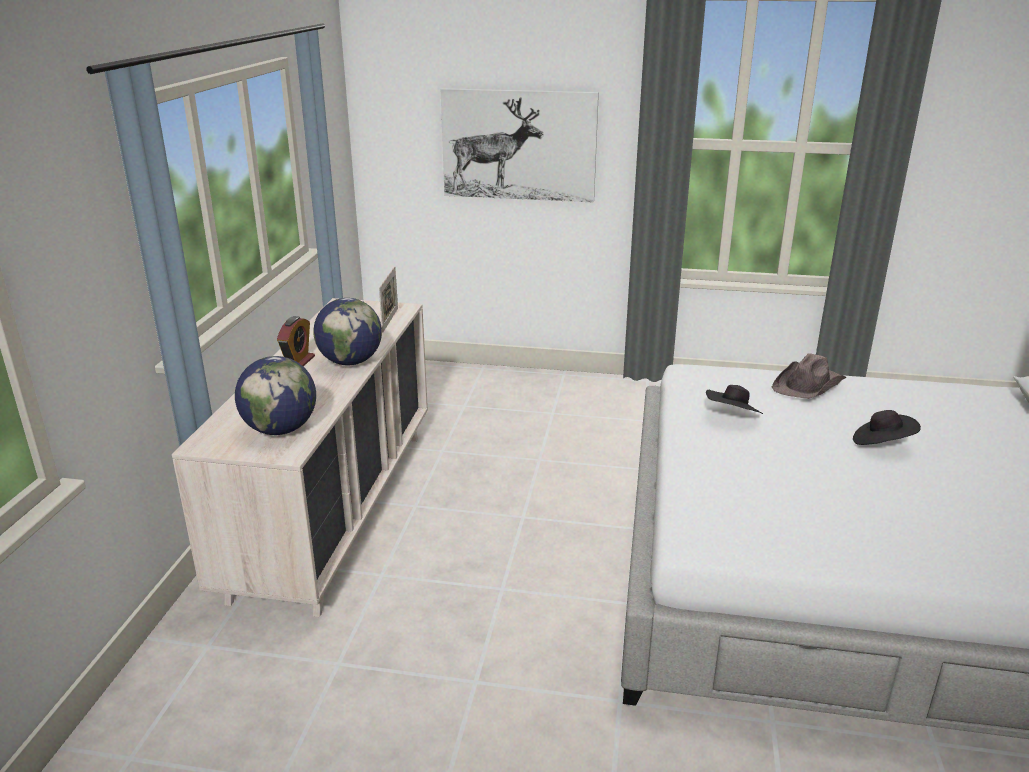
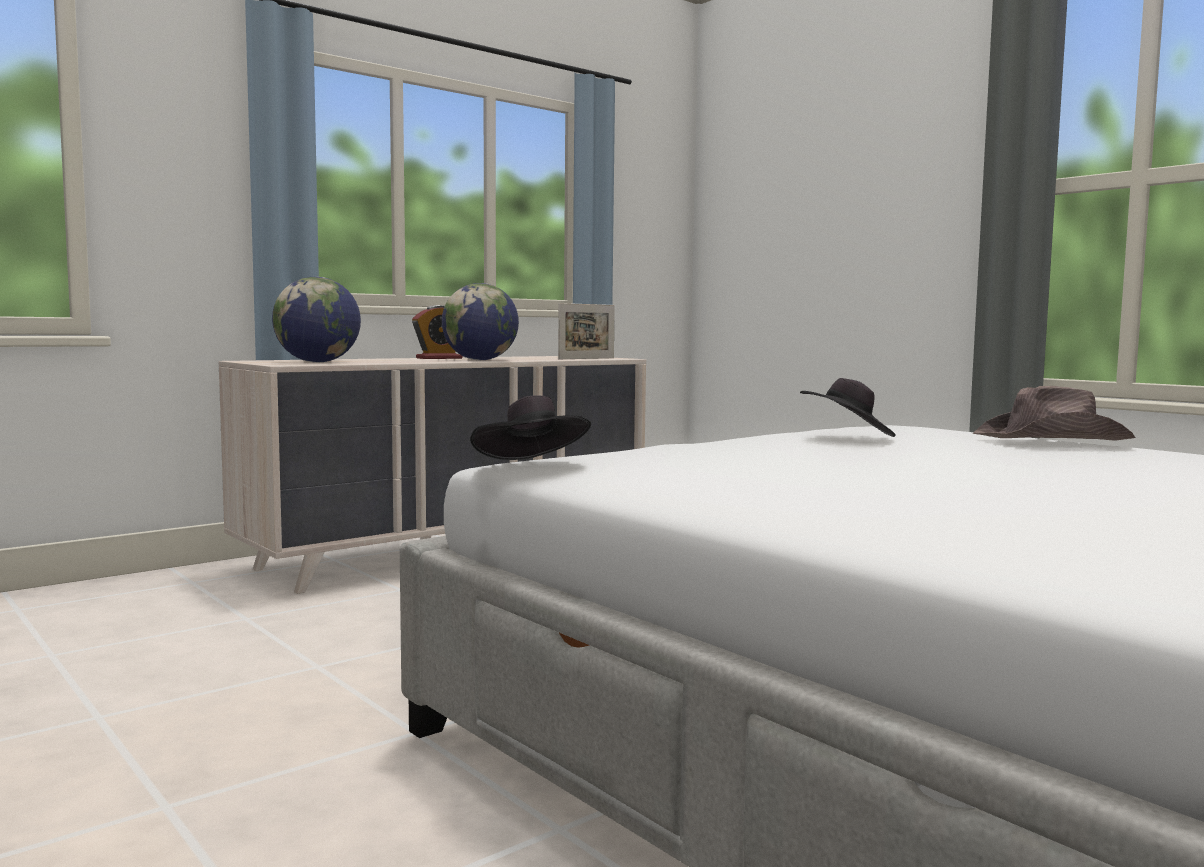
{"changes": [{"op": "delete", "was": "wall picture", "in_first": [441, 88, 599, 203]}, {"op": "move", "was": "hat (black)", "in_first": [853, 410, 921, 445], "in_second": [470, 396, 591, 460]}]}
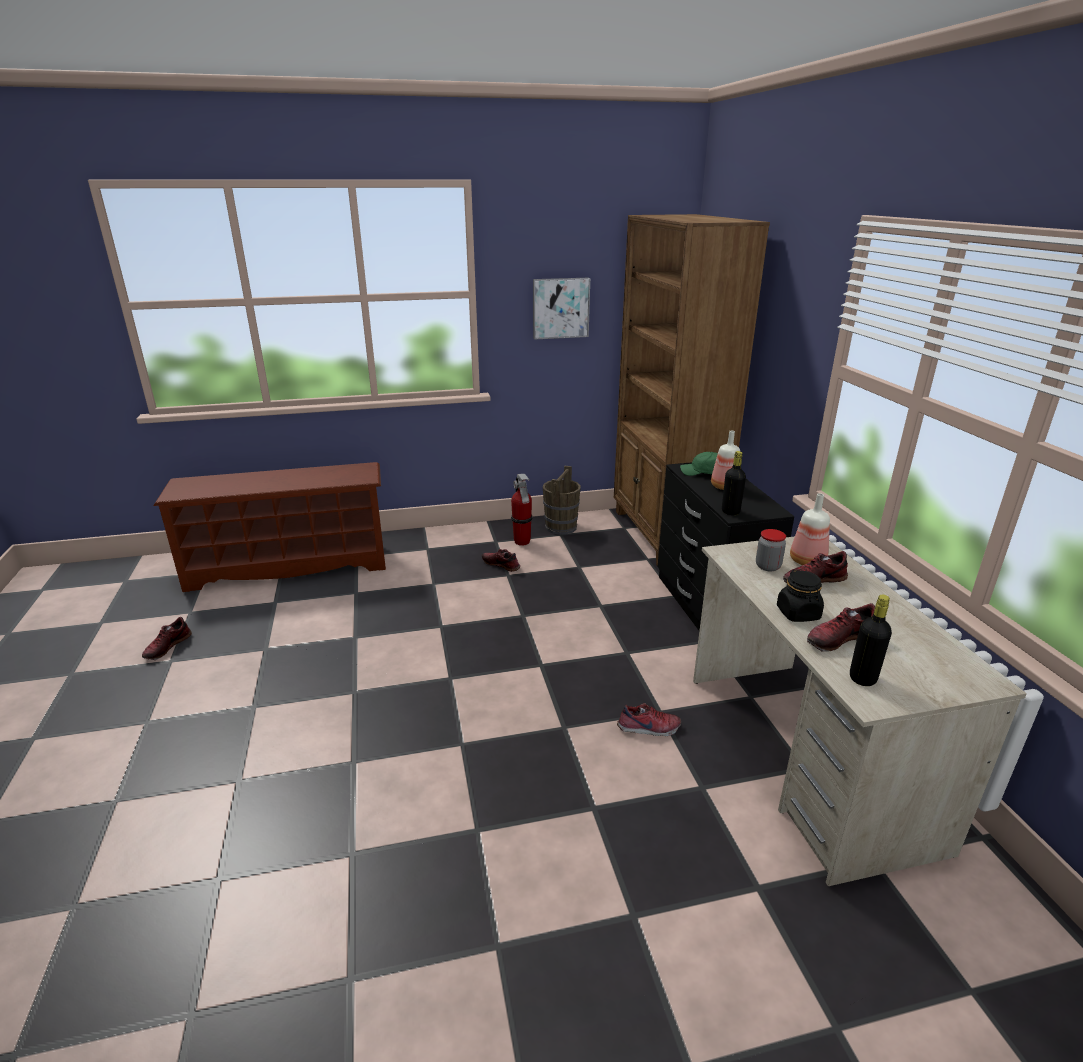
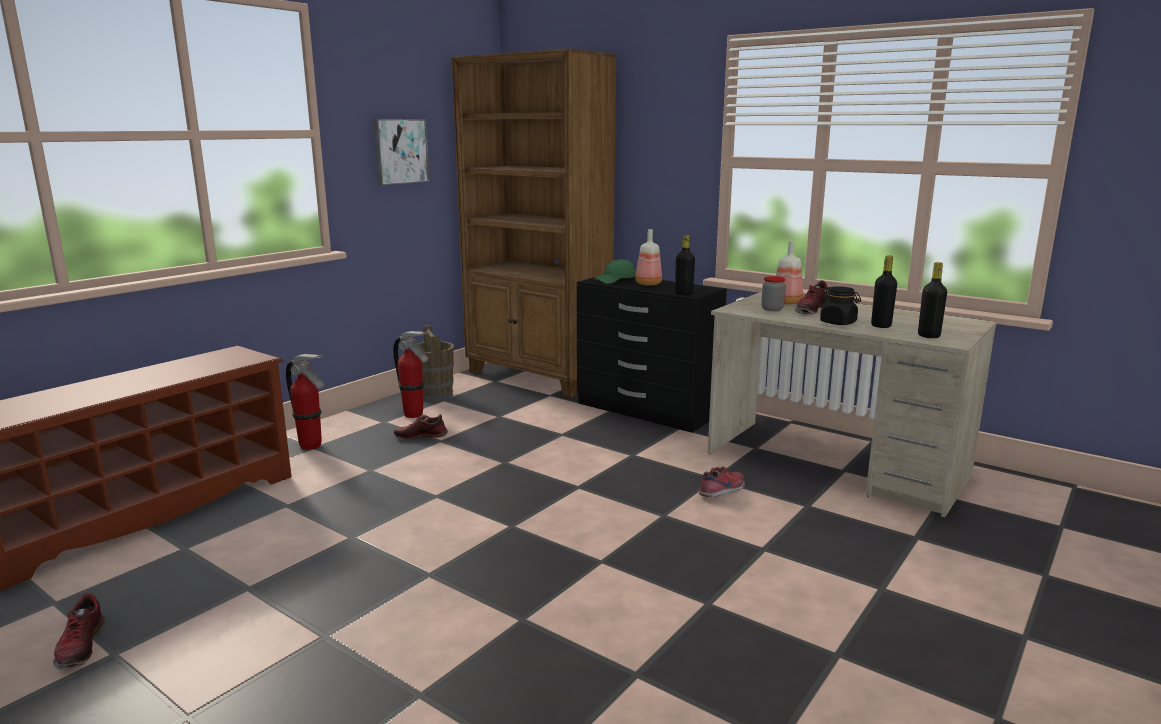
{"changes": [{"op": "insert", "now": "fire extinguisher", "in_second": [286, 354, 325, 450]}, {"op": "replace", "was": "shoe", "now": "bottle (black)", "in_first": [807, 603, 875, 652], "in_second": [871, 255, 897, 328]}]}
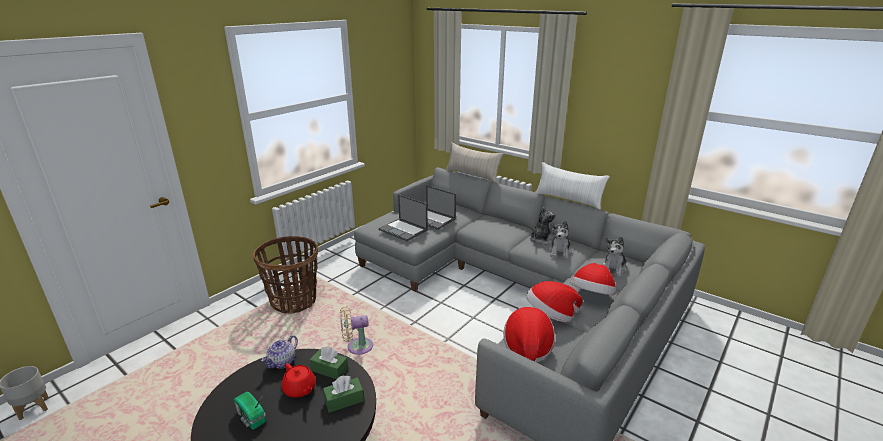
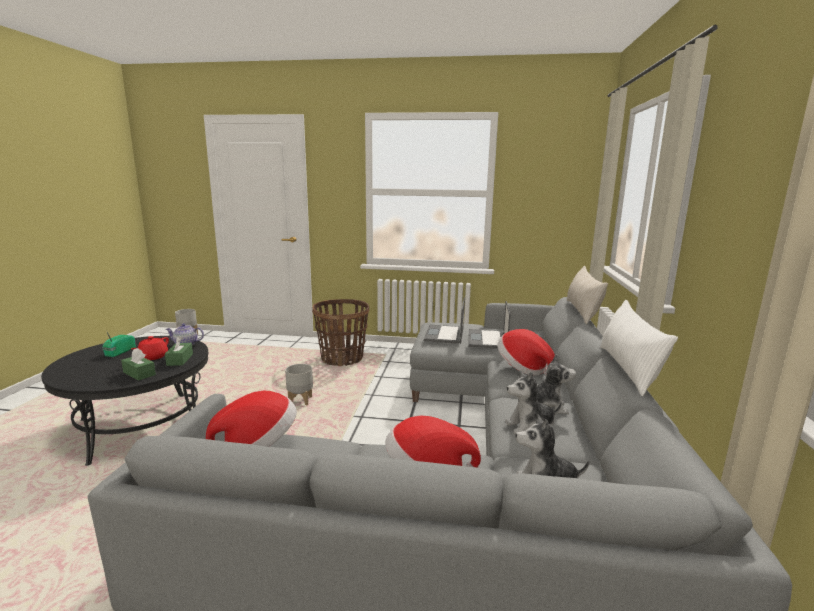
{"changes": [{"op": "move", "was": "hat", "in_first": [526, 281, 582, 322], "in_second": [498, 329, 555, 376]}, {"op": "replace", "was": "fan (sand-coloured)", "now": "planter (grey)", "in_first": [340, 306, 373, 355], "in_second": [285, 364, 313, 406]}]}
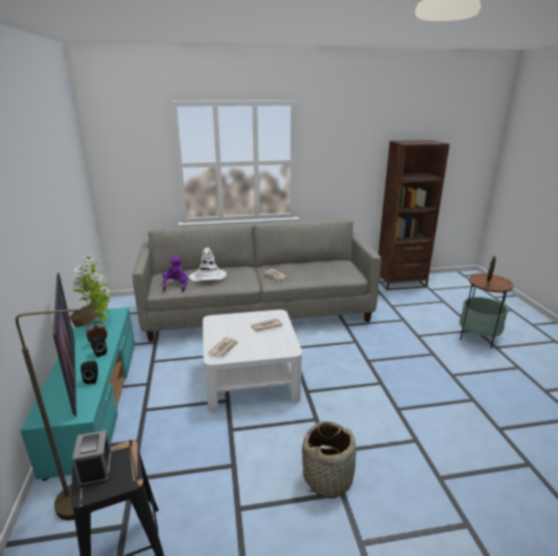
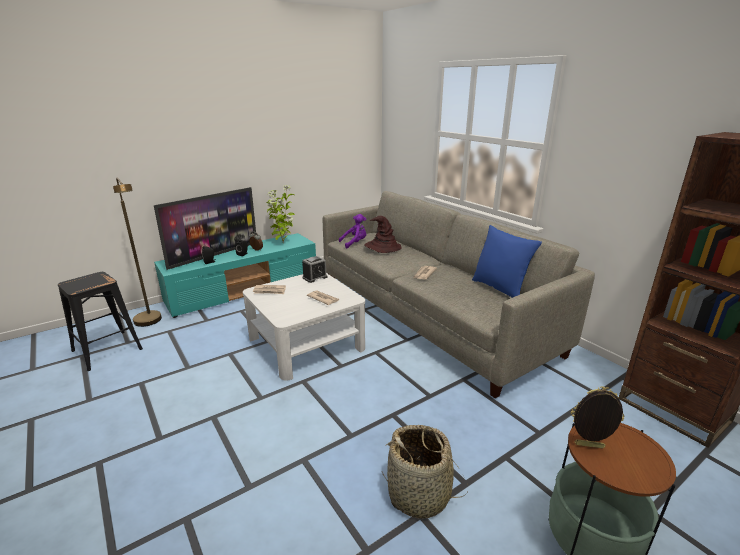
{"changes": [{"op": "insert", "now": "cushion (blue)", "in_second": [472, 225, 542, 298]}, {"op": "move", "was": "alarm clock", "in_first": [72, 430, 112, 488], "in_second": [302, 256, 328, 283]}, {"op": "move", "was": "household basket", "in_first": [302, 421, 356, 499], "in_second": [382, 425, 468, 519]}, {"op": "recolor", "was": "hat (white-coloured)", "now": "hat (brownish)", "in_first": [189, 248, 227, 282], "in_second": [364, 216, 402, 253]}]}
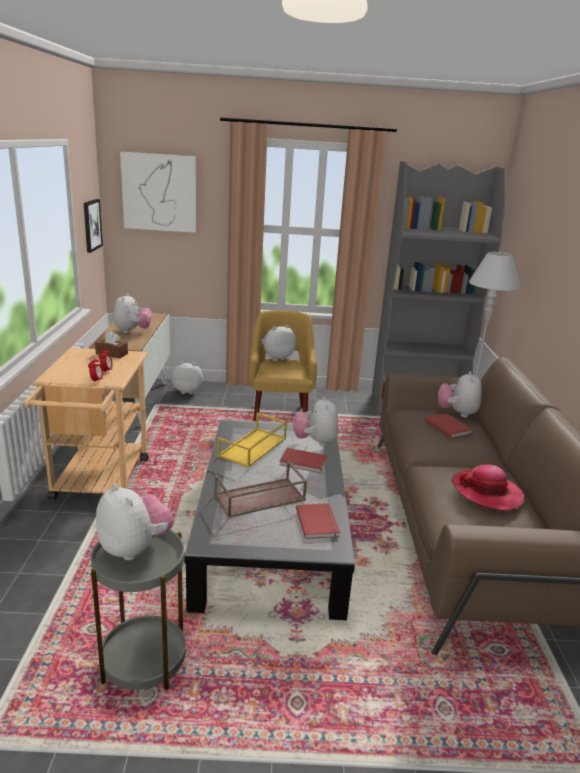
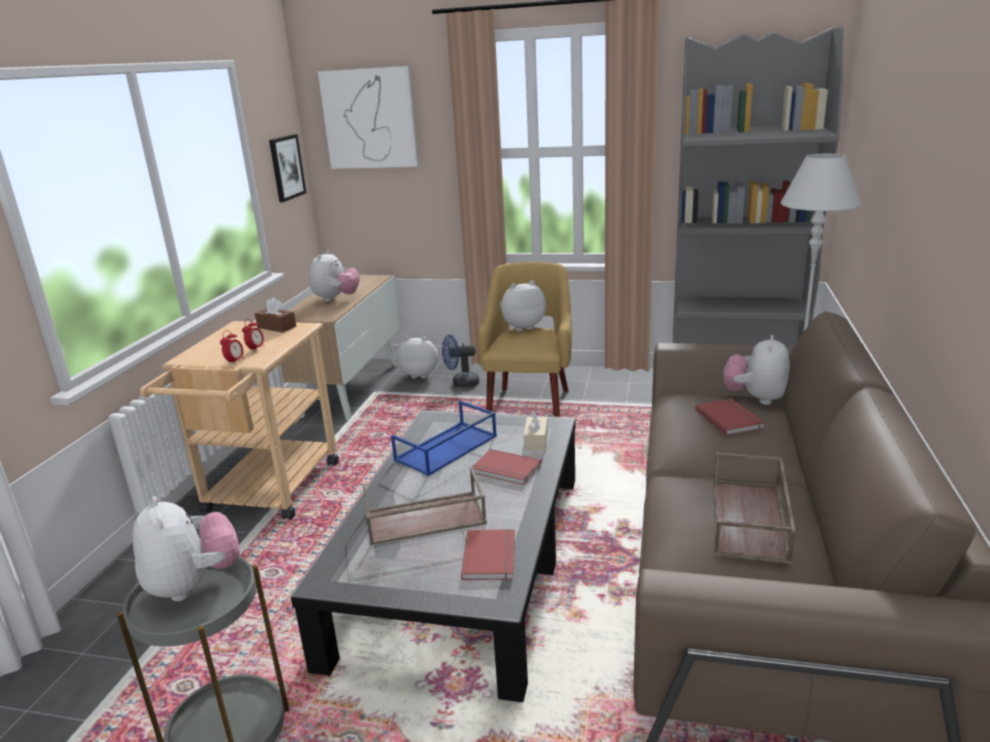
{"changes": [{"op": "insert", "now": "fan (blue)", "in_second": [442, 335, 479, 388]}, {"op": "replace", "was": "plush toy", "now": "tissue box (sand-coloured)", "in_first": [293, 397, 339, 446], "in_second": [524, 411, 548, 451]}, {"op": "replace", "was": "hat", "now": "carrying tray (brownish)", "in_first": [451, 464, 524, 510], "in_second": [714, 453, 795, 564]}, {"op": "recolor", "was": "carrying tray (yellow)", "now": "carrying tray (blue)", "in_first": [218, 413, 287, 468], "in_second": [391, 401, 497, 476]}]}
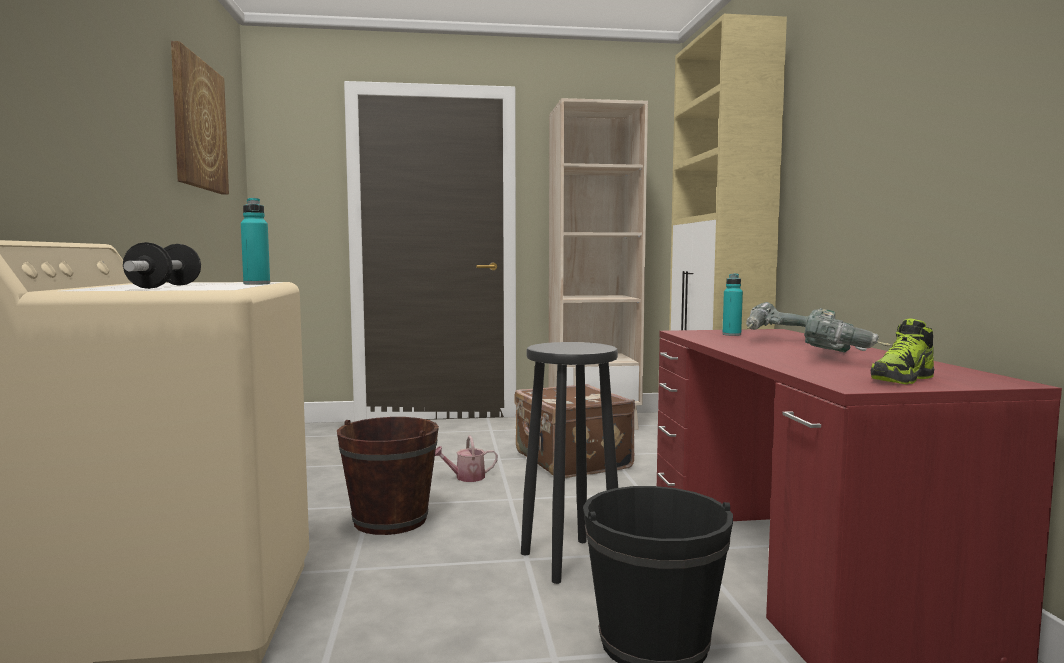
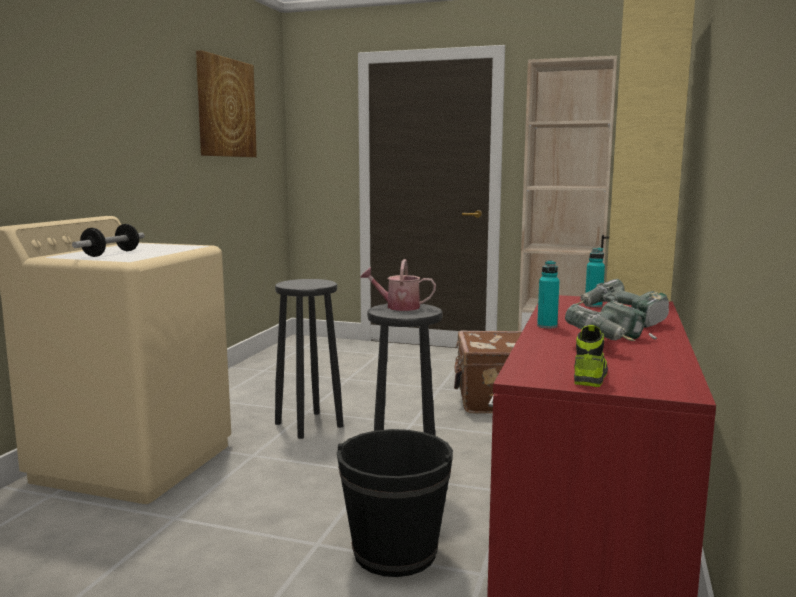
{"changes": [{"op": "move", "was": "bottle (turquoise)", "in_first": [241, 198, 270, 285], "in_second": [537, 261, 559, 329]}, {"op": "move", "was": "watering pot", "in_first": [435, 436, 498, 482], "in_second": [360, 259, 436, 311]}, {"op": "replace", "was": "bucket (brownish)", "now": "stool seat (black)", "in_first": [337, 417, 439, 535], "in_second": [275, 279, 343, 439]}, {"op": "rotate", "was": "shoe", "in_first": [871, 319, 934, 384], "in_second": [574, 325, 608, 387], "clockwise": 120}]}
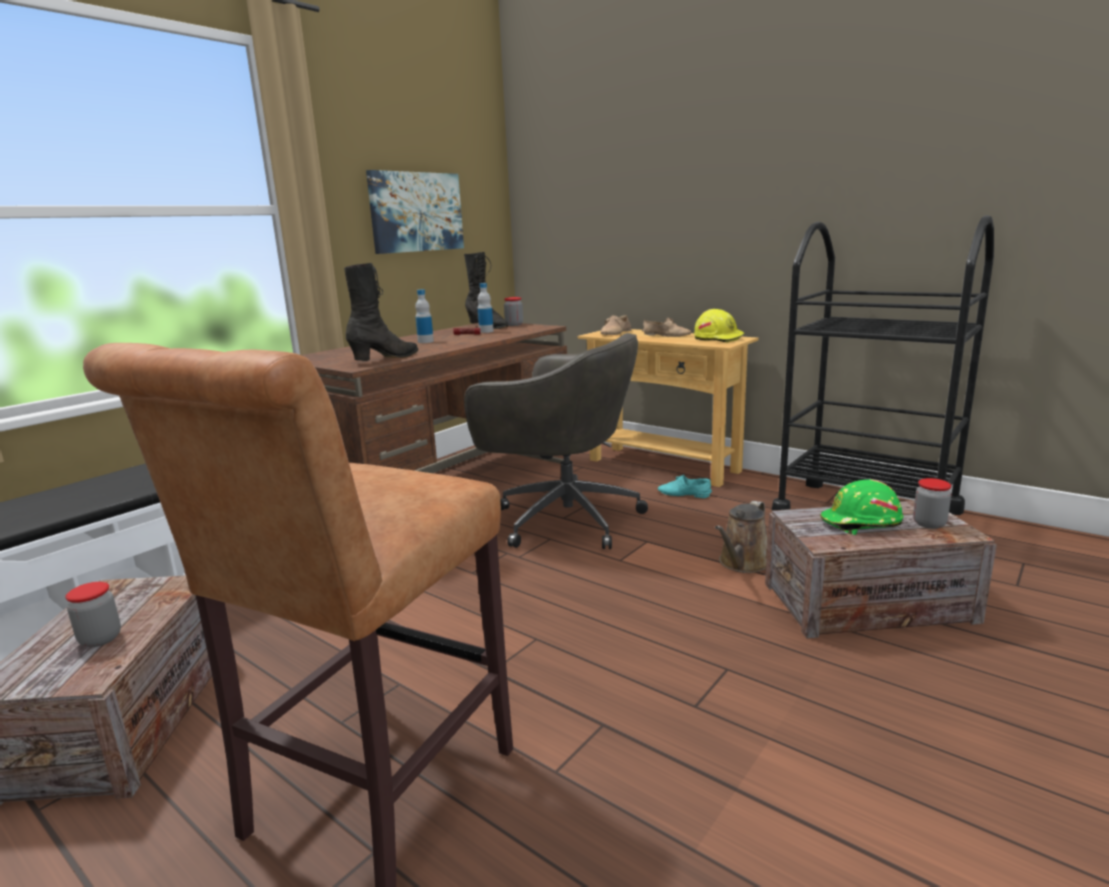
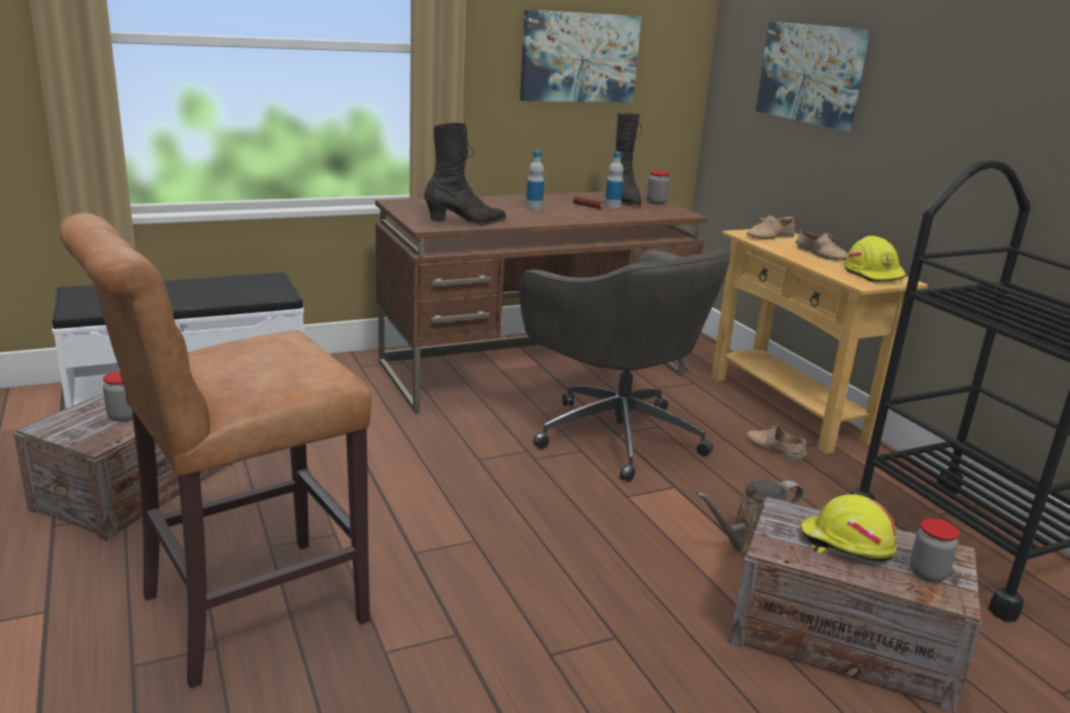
{"changes": [{"op": "insert", "now": "wall picture", "in_second": [756, 21, 870, 131]}, {"op": "recolor", "was": "shoe (turquoise)", "now": "shoe (sand-coloured)", "in_first": [658, 474, 712, 498], "in_second": [747, 426, 806, 461]}, {"op": "recolor", "was": "hard hat (green)", "now": "hard hat (yellow)", "in_first": [820, 480, 904, 535], "in_second": [800, 494, 897, 561]}]}
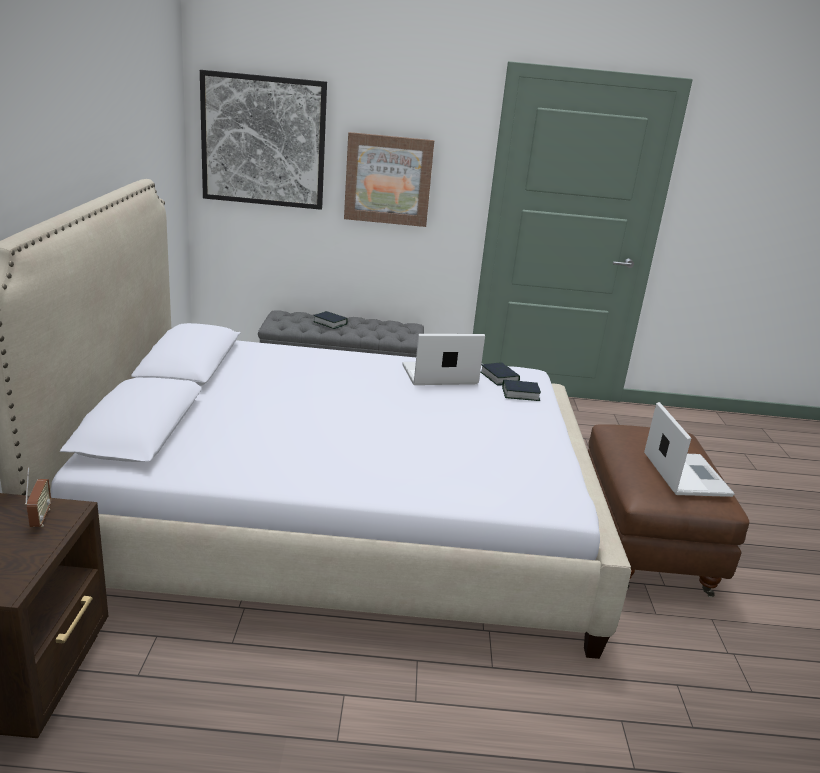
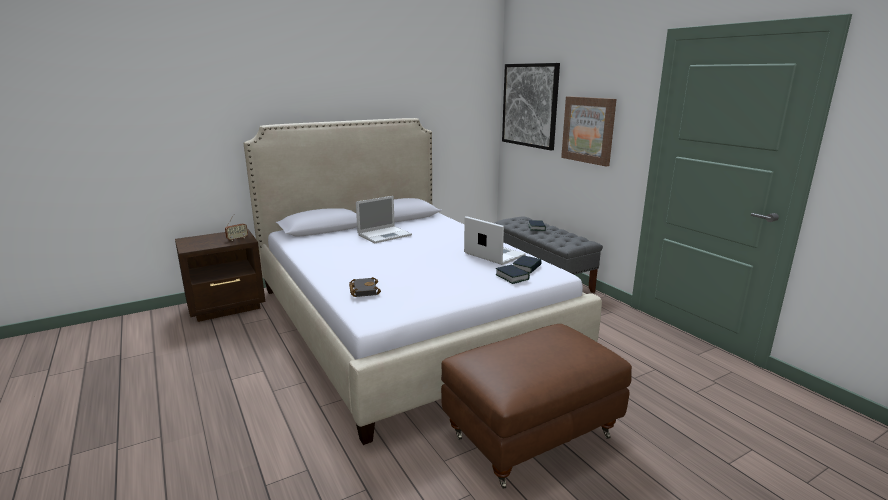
{"changes": [{"op": "insert", "now": "bound book (black)", "in_second": [349, 277, 381, 297]}, {"op": "move", "was": "notebook computer", "in_first": [644, 402, 735, 497], "in_second": [356, 196, 412, 243]}]}
